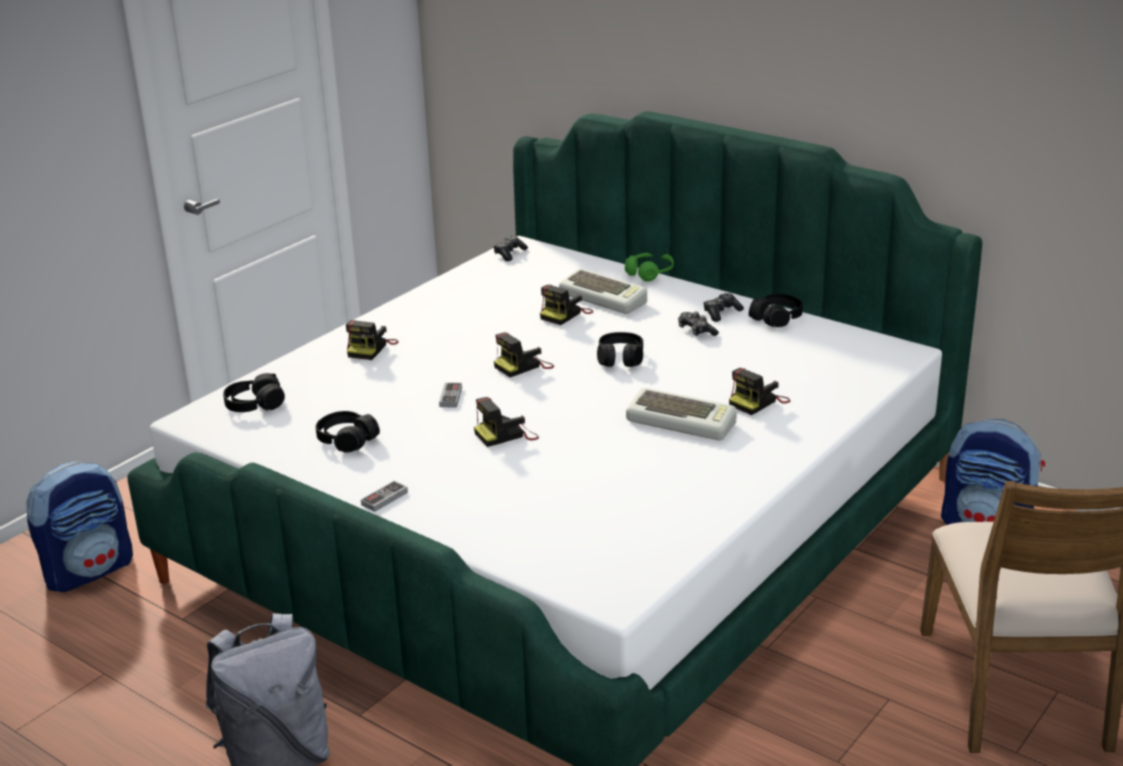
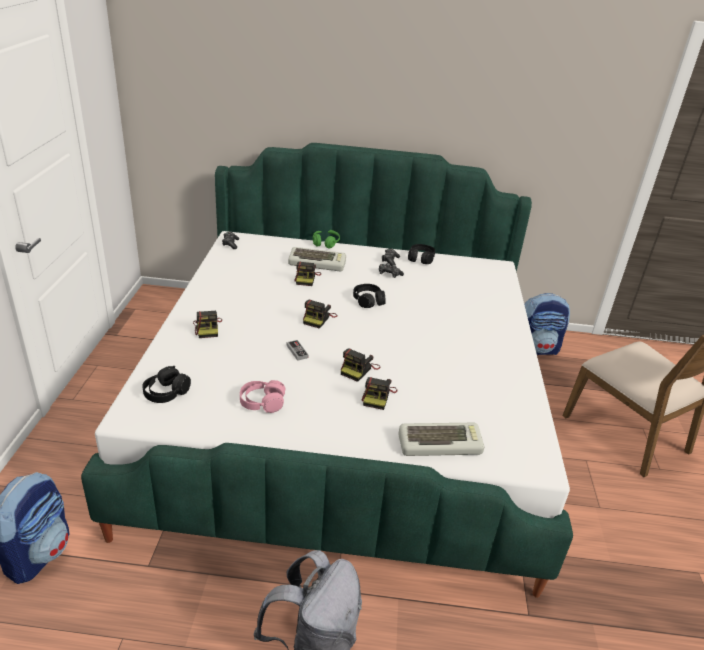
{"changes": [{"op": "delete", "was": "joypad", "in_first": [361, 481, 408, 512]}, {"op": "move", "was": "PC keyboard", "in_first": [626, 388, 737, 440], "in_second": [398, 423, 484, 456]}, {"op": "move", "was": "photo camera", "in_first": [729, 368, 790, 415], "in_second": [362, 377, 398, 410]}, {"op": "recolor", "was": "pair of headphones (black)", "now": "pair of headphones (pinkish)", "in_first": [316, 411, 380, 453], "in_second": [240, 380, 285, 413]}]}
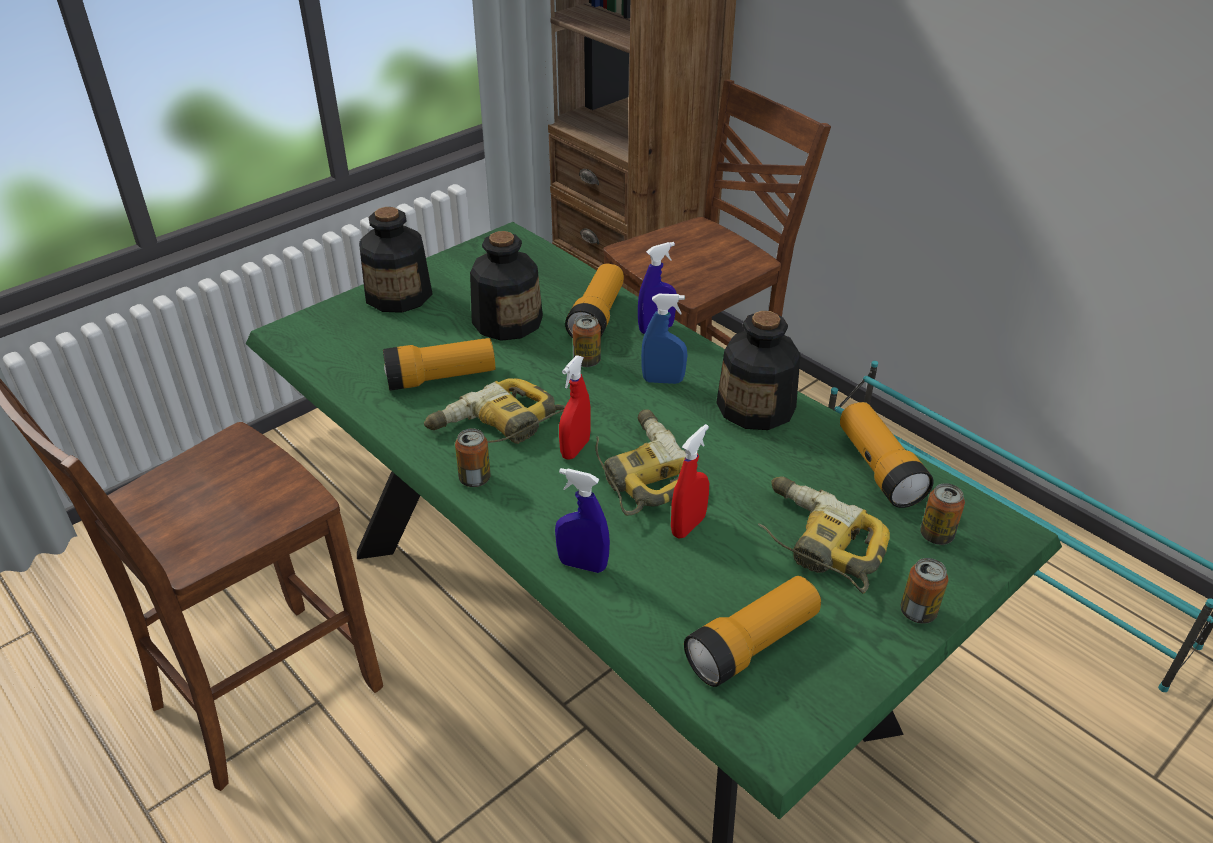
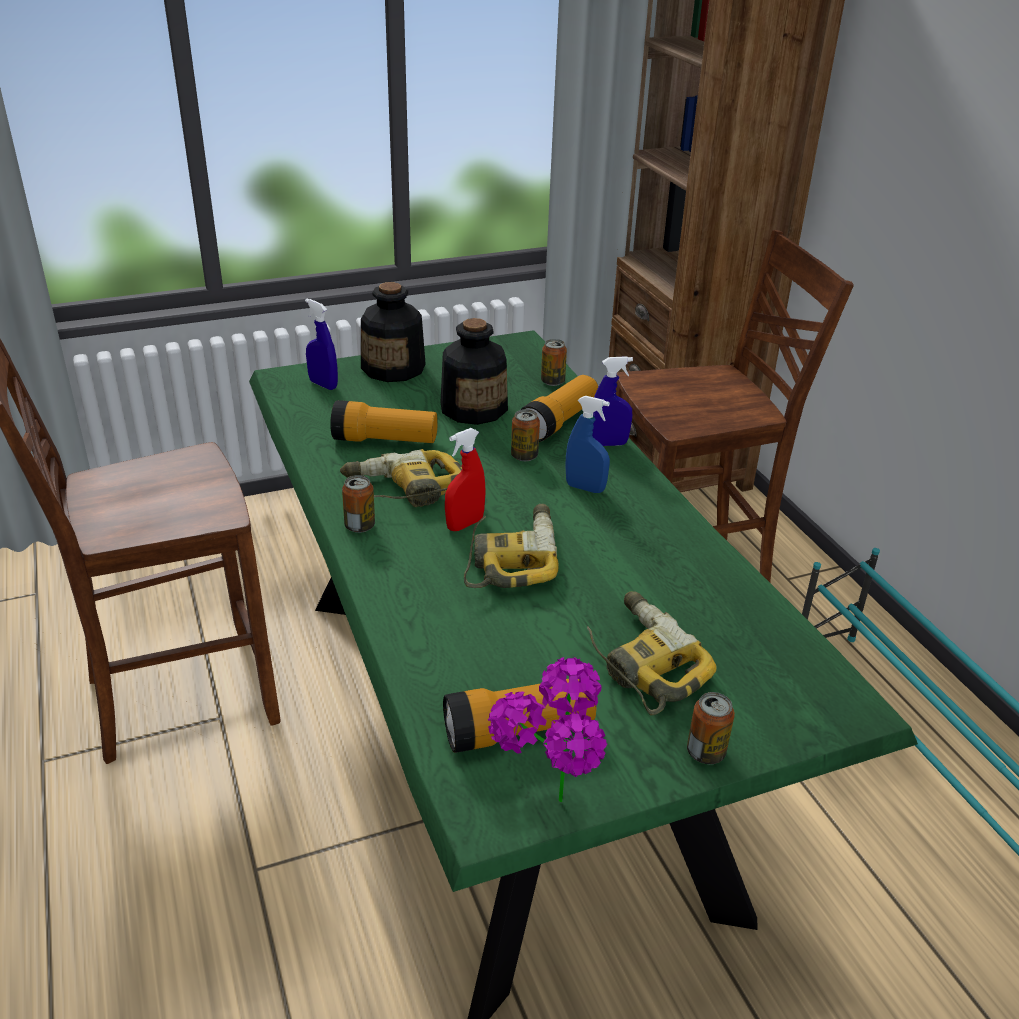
{"changes": [{"op": "delete", "was": "spray bottle (reddish)", "in_first": [671, 424, 709, 538]}, {"op": "delete", "was": "bottle", "in_first": [716, 311, 800, 430]}, {"op": "delete", "was": "flashlight", "in_first": [840, 402, 934, 508]}, {"op": "insert", "now": "plant in a pot", "in_second": [488, 657, 607, 802]}, {"op": "move", "was": "spray bottle (blue)", "in_first": [555, 468, 610, 573], "in_second": [305, 299, 338, 390]}, {"op": "move", "was": "sealed can", "in_first": [920, 483, 965, 545], "in_second": [541, 339, 567, 386]}]}
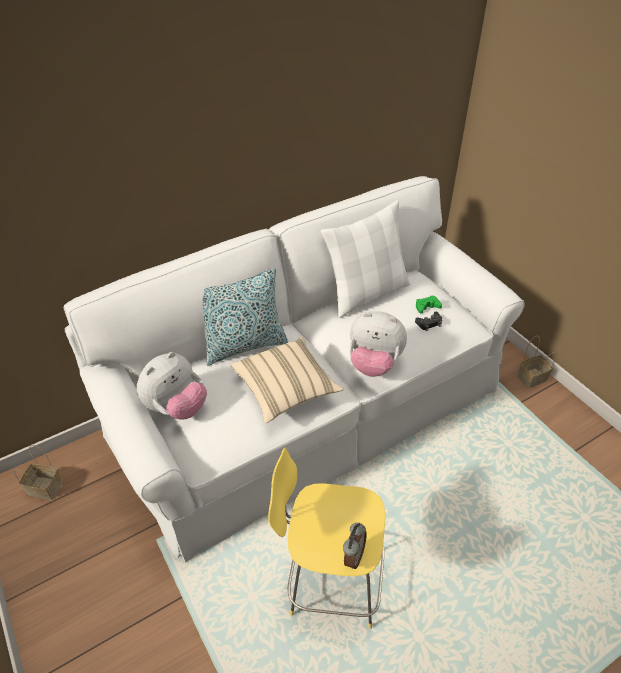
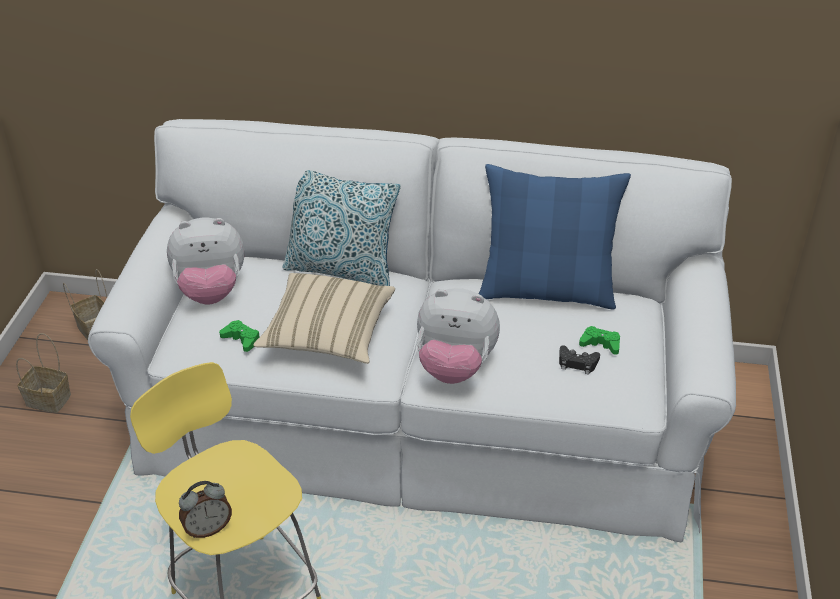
{"changes": [{"op": "insert", "now": "joypad (green)", "in_second": [219, 320, 260, 352]}, {"op": "move", "was": "household basket", "in_first": [517, 336, 556, 388], "in_second": [16, 333, 71, 413]}, {"op": "recolor", "was": "cushion (white-coloured)", "now": "cushion (blue)", "in_first": [320, 200, 410, 318], "in_second": [479, 164, 631, 309]}, {"op": "rotate", "was": "plush toy", "in_first": [350, 311, 407, 377], "in_second": [417, 288, 500, 384], "clockwise": -45}]}
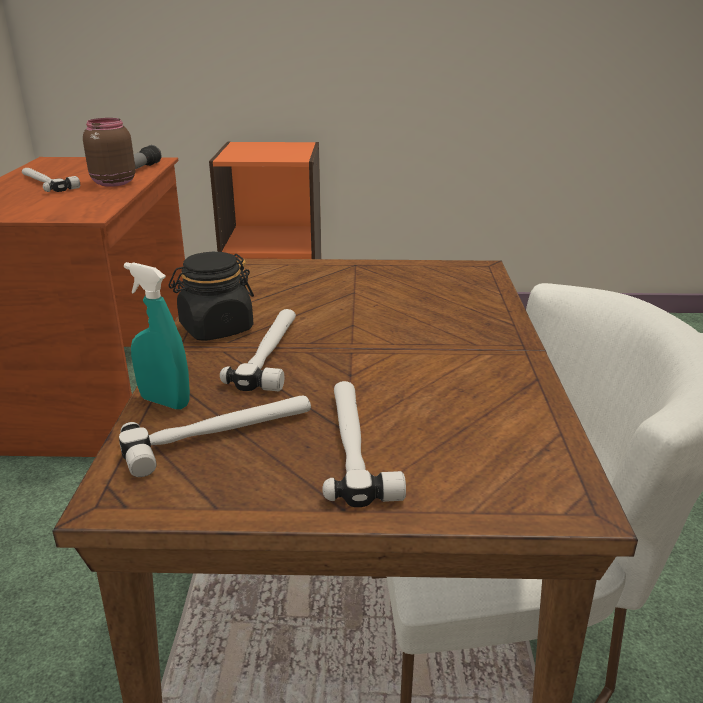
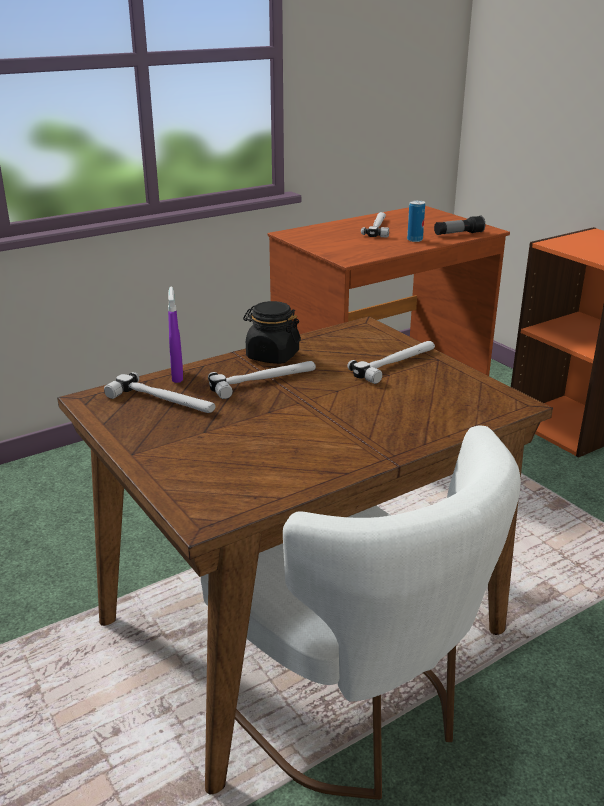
{"changes": [{"op": "move", "was": "hand hammer", "in_first": [322, 381, 406, 507], "in_second": [348, 341, 435, 384]}, {"op": "replace", "was": "preserve jar (brownish)", "now": "sealed can", "in_first": [83, 118, 136, 187], "in_second": [407, 200, 425, 242]}, {"op": "recolor", "was": "spray bottle (turquoise)", "now": "spray bottle (purple-coloured)", "in_first": [124, 262, 190, 409], "in_second": [168, 287, 183, 383]}]}
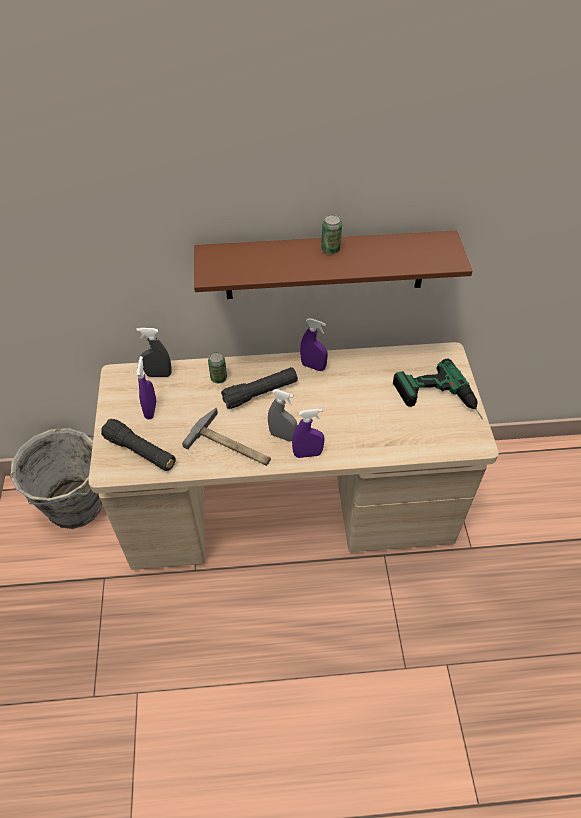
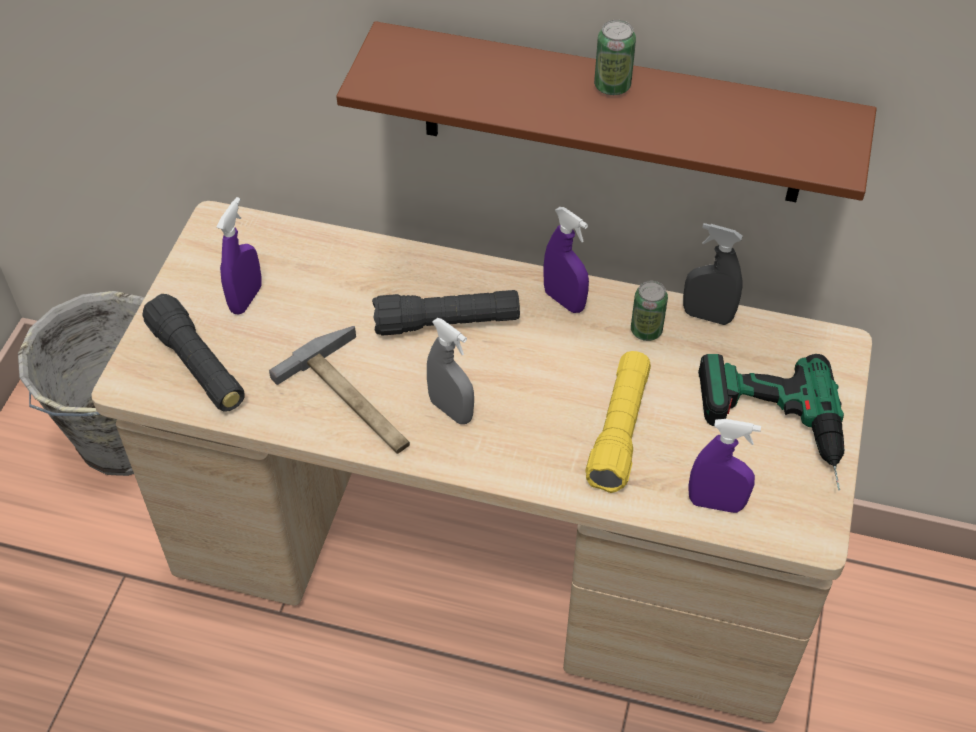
{"changes": [{"op": "insert", "now": "flashlight (yellow)", "in_second": [585, 351, 651, 493]}, {"op": "move", "was": "spray bottle (grey)", "in_first": [136, 328, 171, 377], "in_second": [683, 223, 743, 325]}, {"op": "move", "was": "sealed can", "in_first": [208, 352, 227, 383], "in_second": [631, 281, 668, 341]}, {"op": "move", "was": "spray bottle (purple-coloured)", "in_first": [292, 409, 325, 458], "in_second": [688, 419, 761, 513]}]}
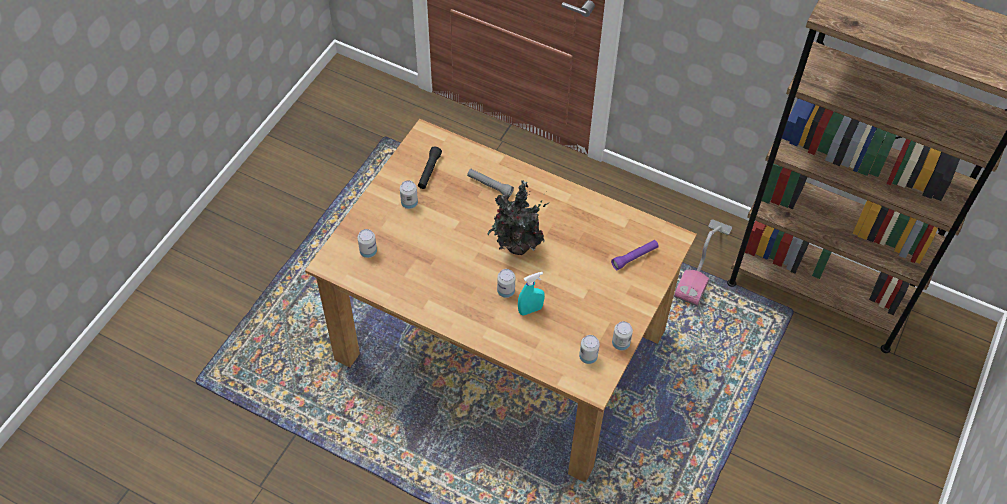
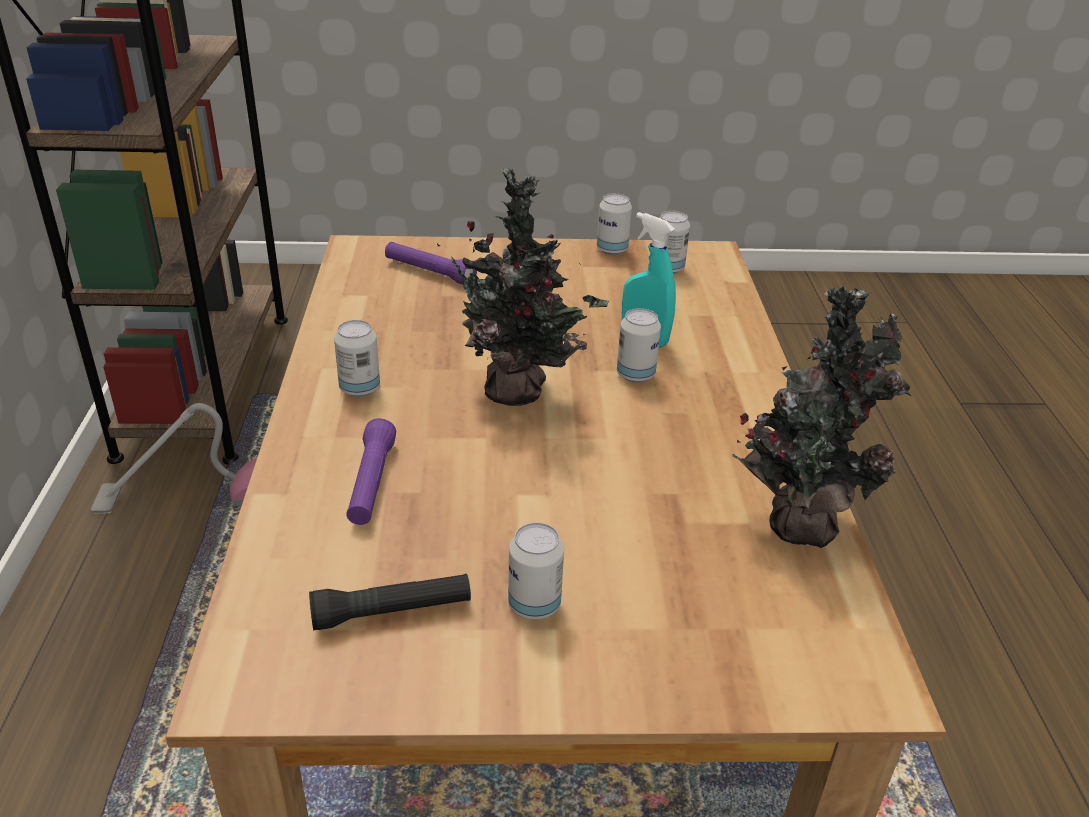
{"changes": [{"op": "insert", "now": "plant in a pot", "in_second": [732, 285, 911, 548]}, {"op": "move", "was": "sealed can", "in_first": [358, 229, 377, 258], "in_second": [334, 320, 380, 397]}, {"op": "recolor", "was": "flashlight (grey)", "now": "flashlight (purple-coloured)", "in_first": [467, 169, 514, 196], "in_second": [346, 418, 396, 525]}]}
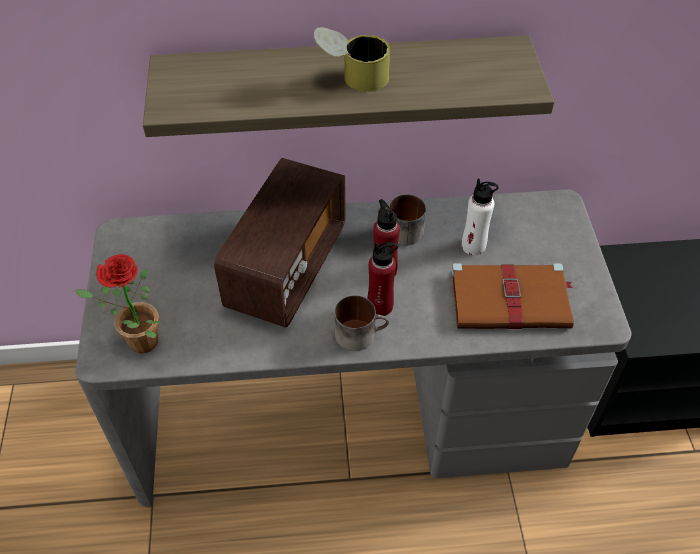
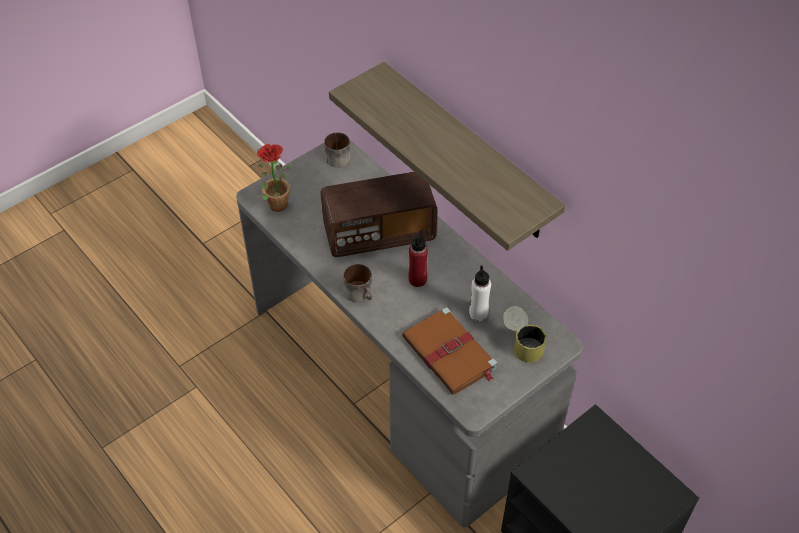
{"changes": [{"op": "delete", "was": "bottle (reddish)", "in_first": [367, 242, 398, 316]}, {"op": "move", "was": "sealed can", "in_first": [314, 27, 391, 92], "in_second": [503, 306, 546, 363]}, {"op": "move", "was": "tea mug", "in_first": [377, 194, 426, 245], "in_second": [324, 132, 350, 168]}]}
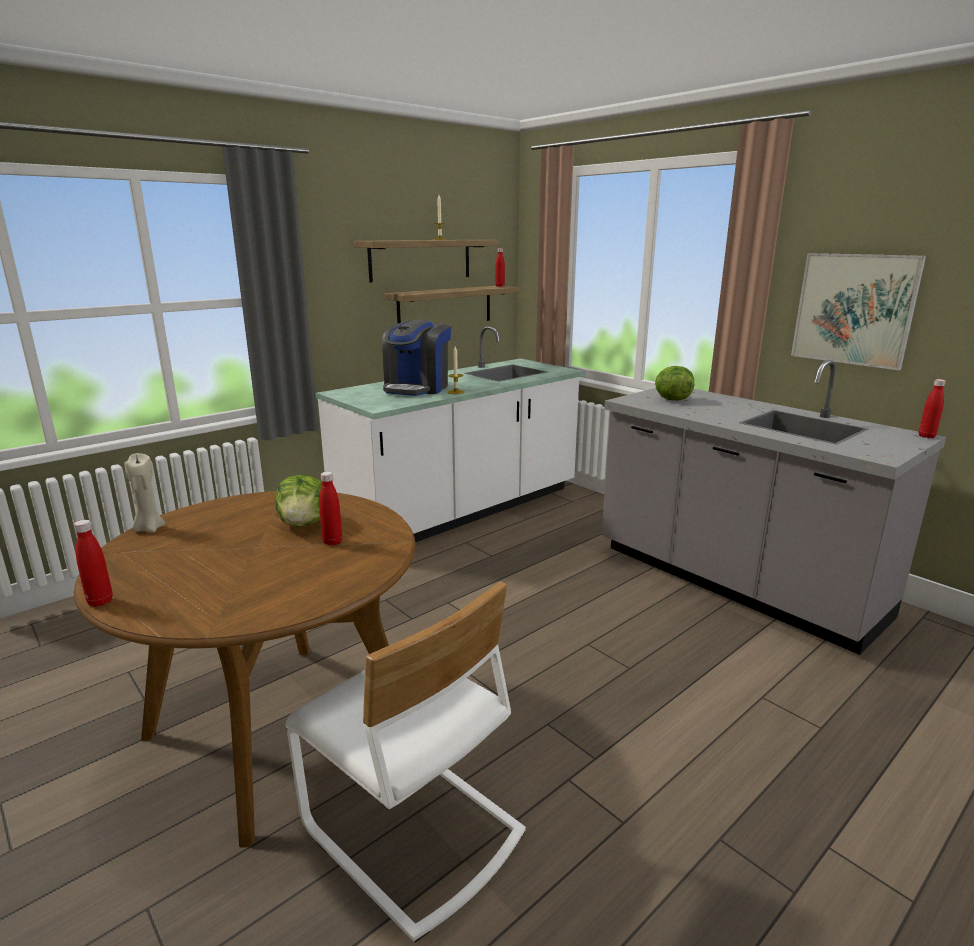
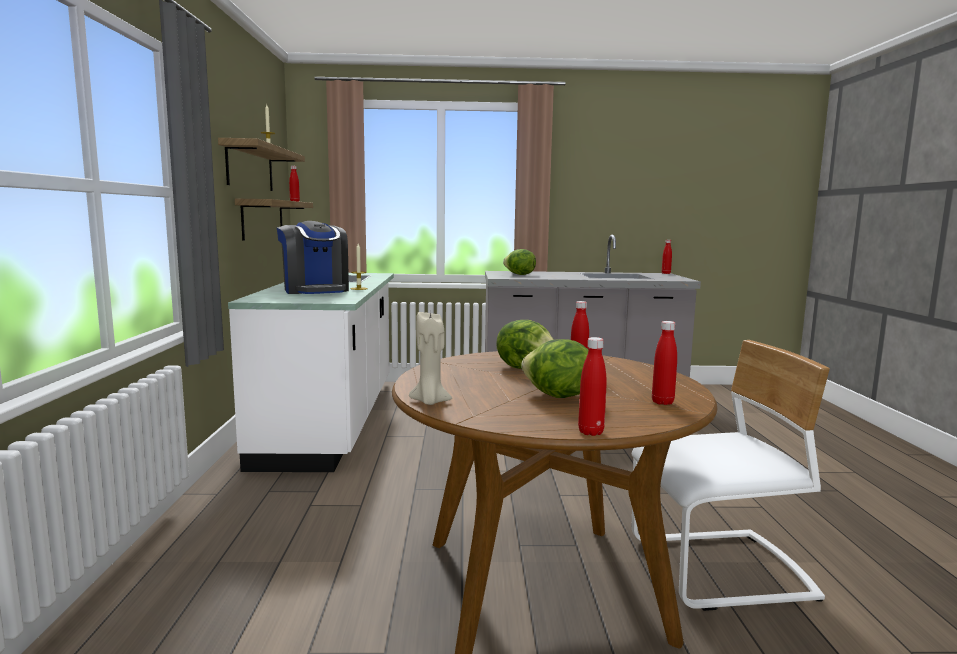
{"changes": [{"op": "delete", "was": "wall picture", "in_first": [791, 253, 926, 370]}, {"op": "insert", "now": "lettuce head", "in_second": [521, 339, 588, 398]}, {"op": "insert", "now": "bottle (reddish)", "in_second": [652, 321, 677, 405]}]}
